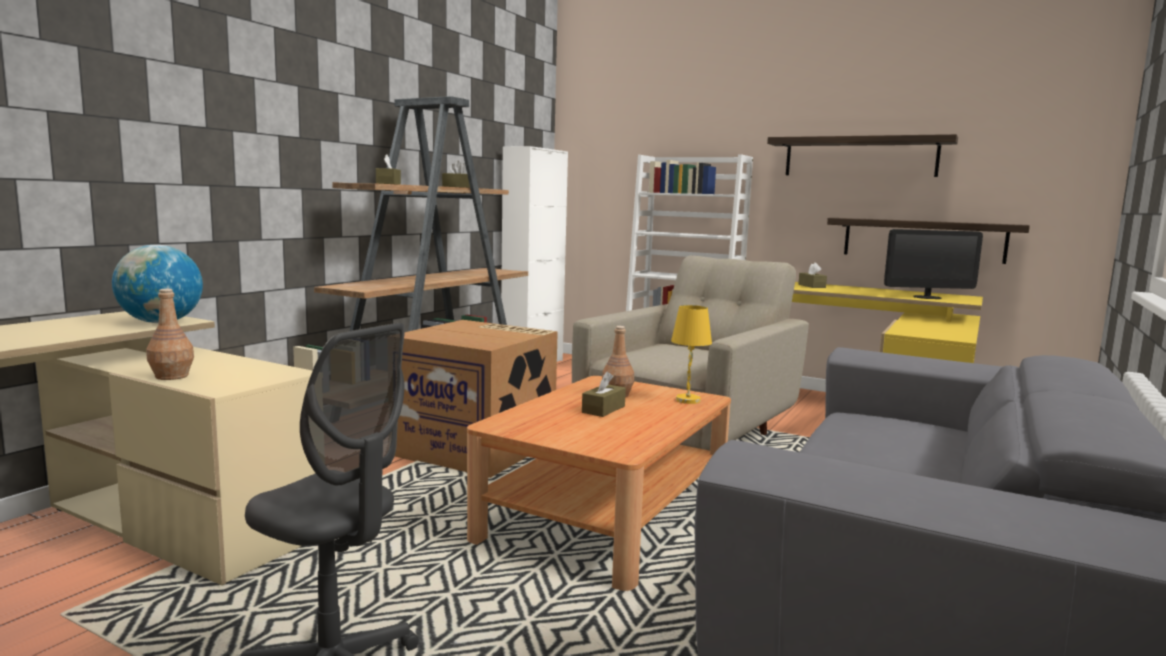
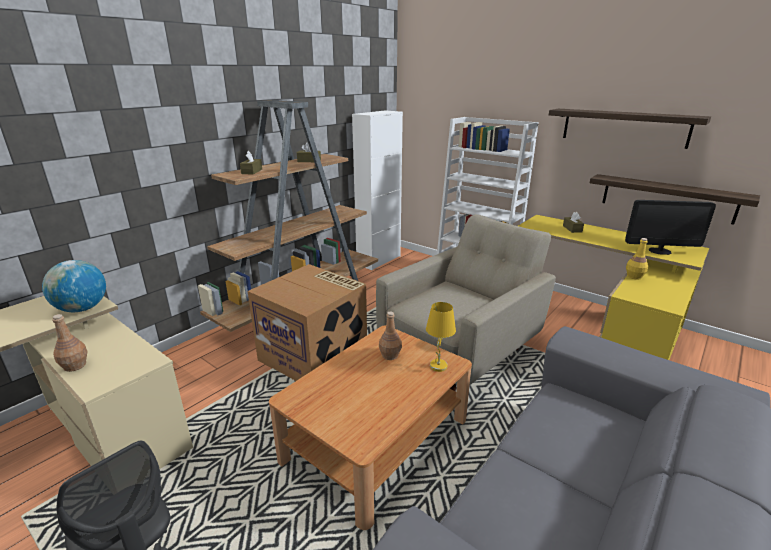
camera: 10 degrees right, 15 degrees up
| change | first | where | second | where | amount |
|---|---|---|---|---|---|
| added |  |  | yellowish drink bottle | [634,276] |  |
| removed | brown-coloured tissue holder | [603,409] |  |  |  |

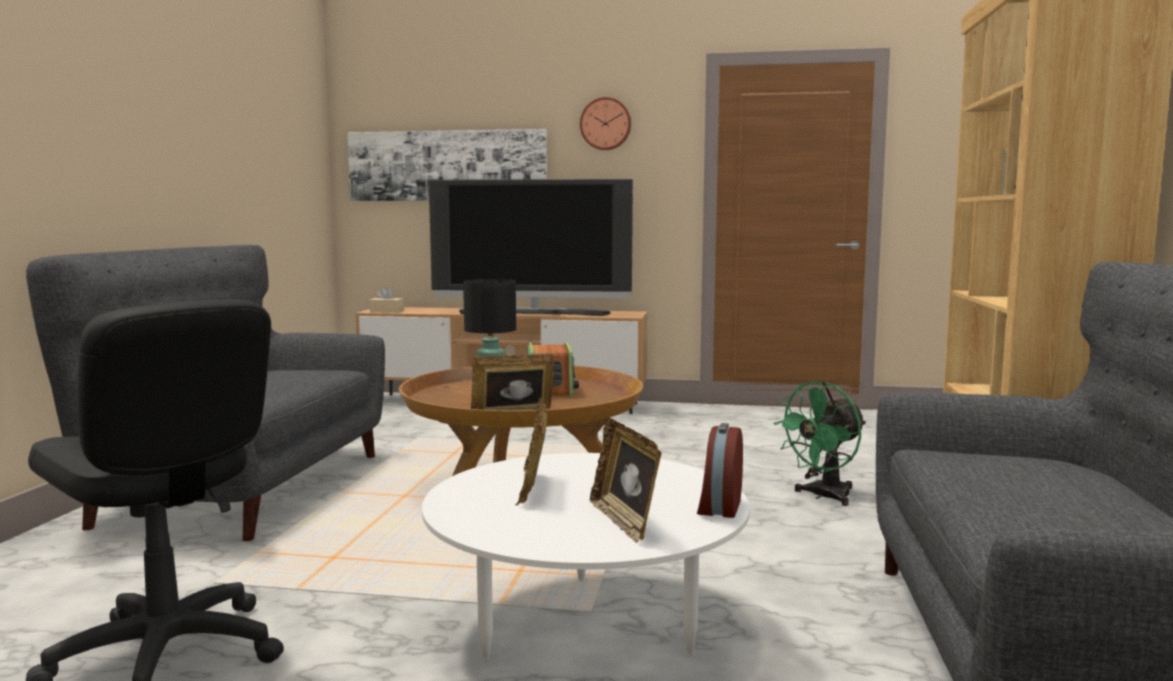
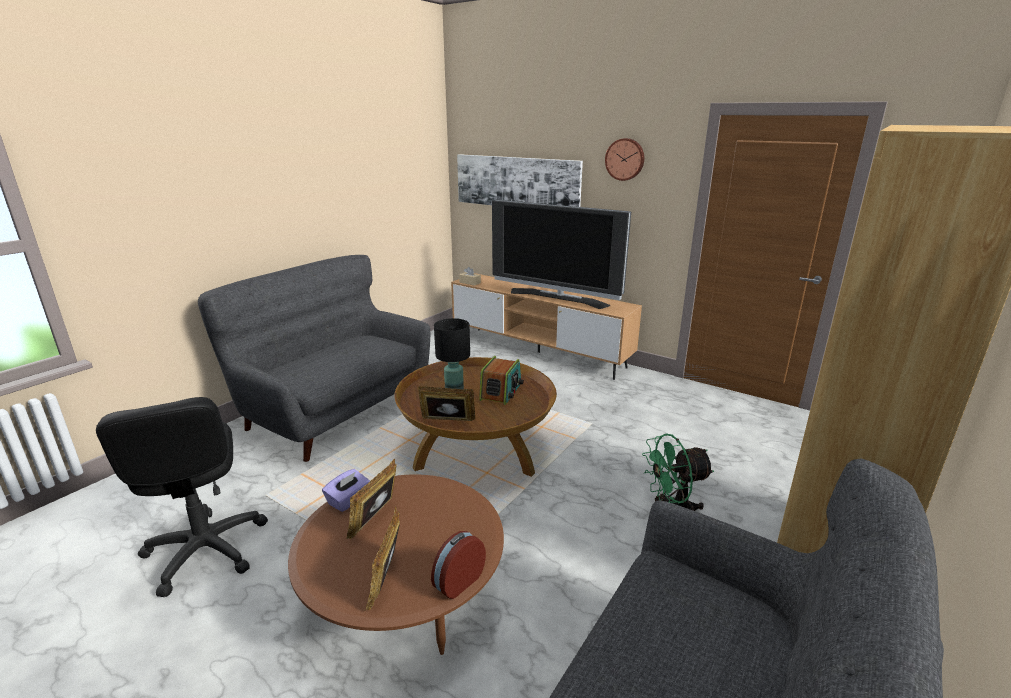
camera: 25 degrees right, 15 degrees up
| change | first | where | second | where | amount |
|---|---|---|---|---|---|
| recoloured | whitish low table | [585,628] | brown-coloured low table | [405,604] |  |
| added |  |  | purplish tissue holder | [348,500] |  |

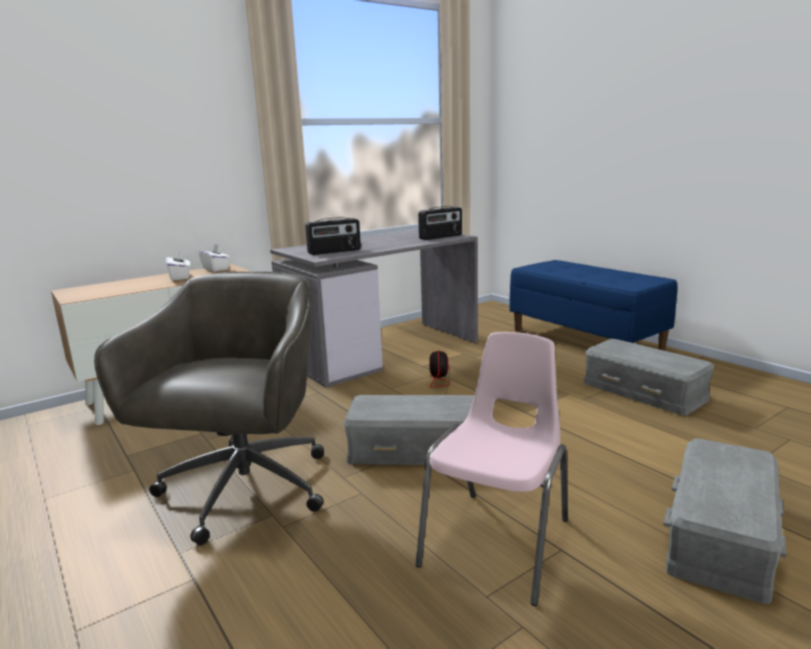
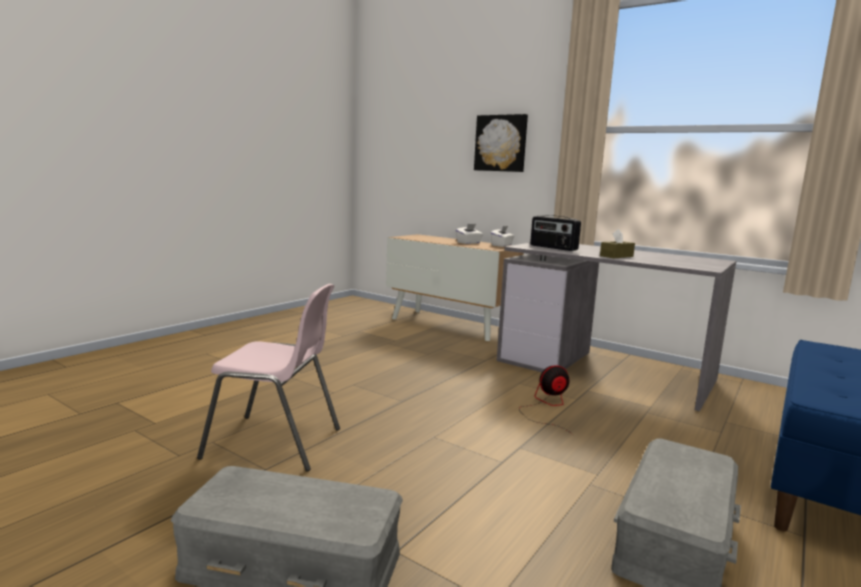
camera: 70 degrees right, 5 degrees down
| change | first | where | second | where | amount |
|---|---|---|---|---|---|
| added |  |  | picture | [501,143] |  |
| added |  |  | brown-coloured tissue holder | [616,256] |  |
| removed | grey computer chair | [243,491] |  |  |  |
| removed | grey storage box | [414,449] |  |  |  |
| removed | radio | [441,237] |  |  |  |

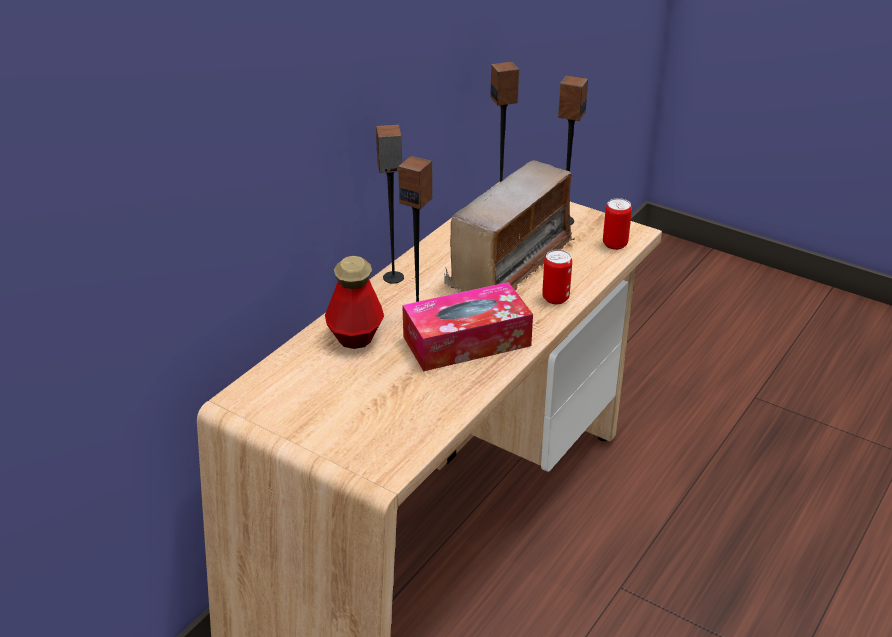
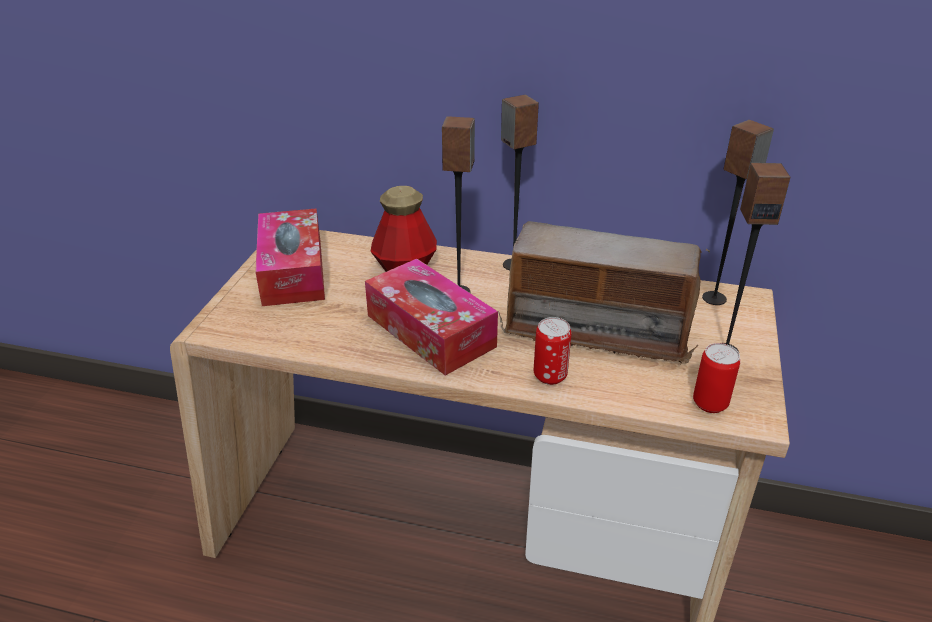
camera: 70 degrees right, 0 degrees up
| change | first | where | second | where | amount |
|---|---|---|---|---|---|
| added |  |  | tissue holder | [292,271] |  |

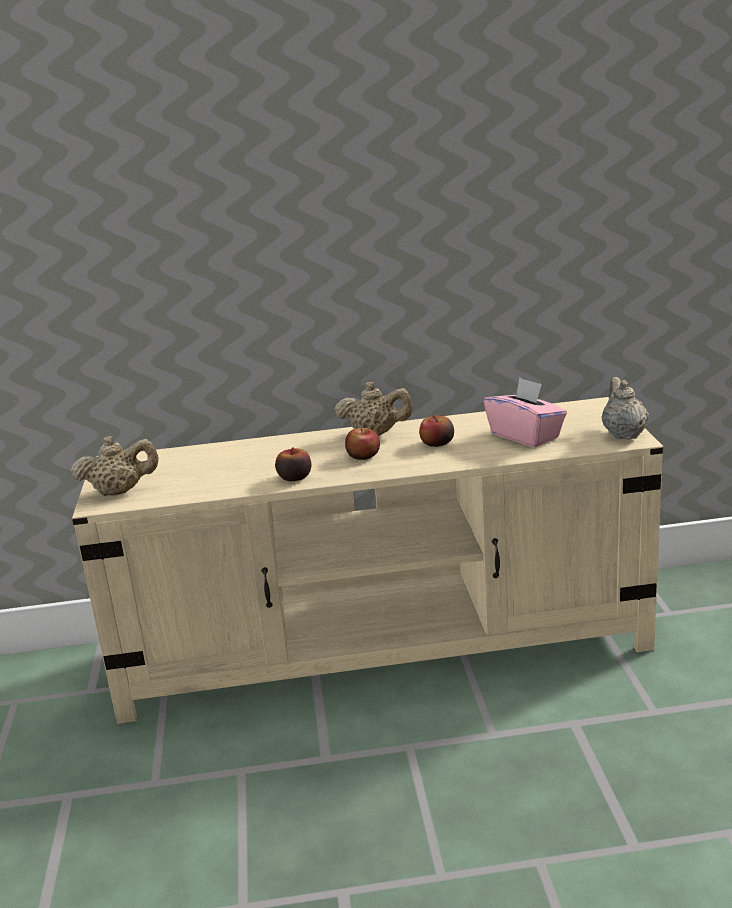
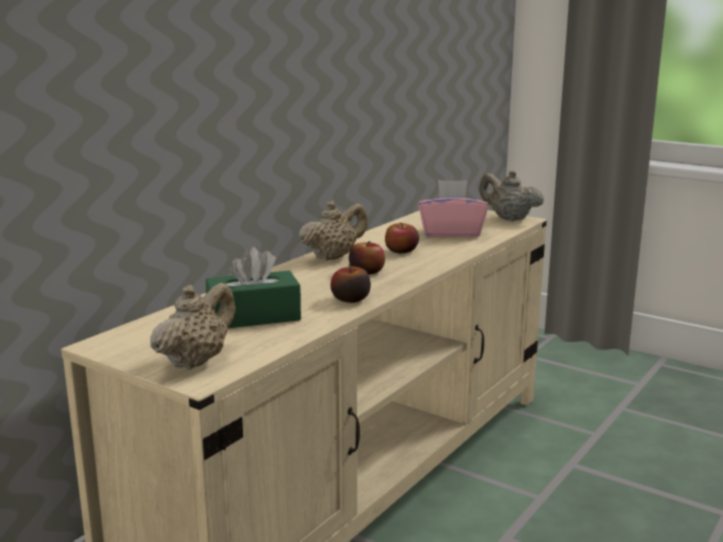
camera: 50 degrees left, 5 degrees down
| change | first | where | second | where | amount |
|---|---|---|---|---|---|
| added |  |  | greenish tissue holder | [253,317] |  |

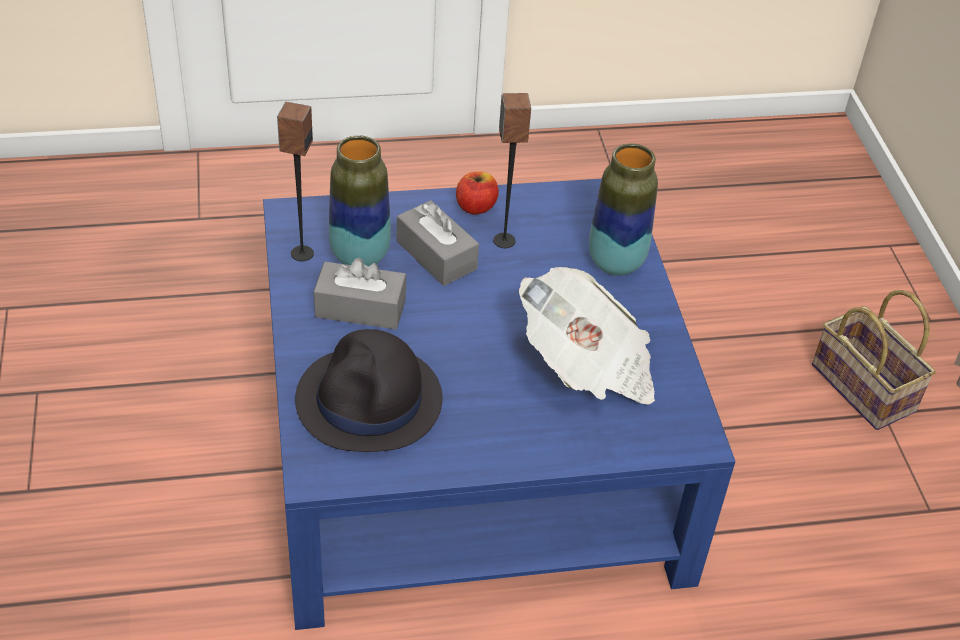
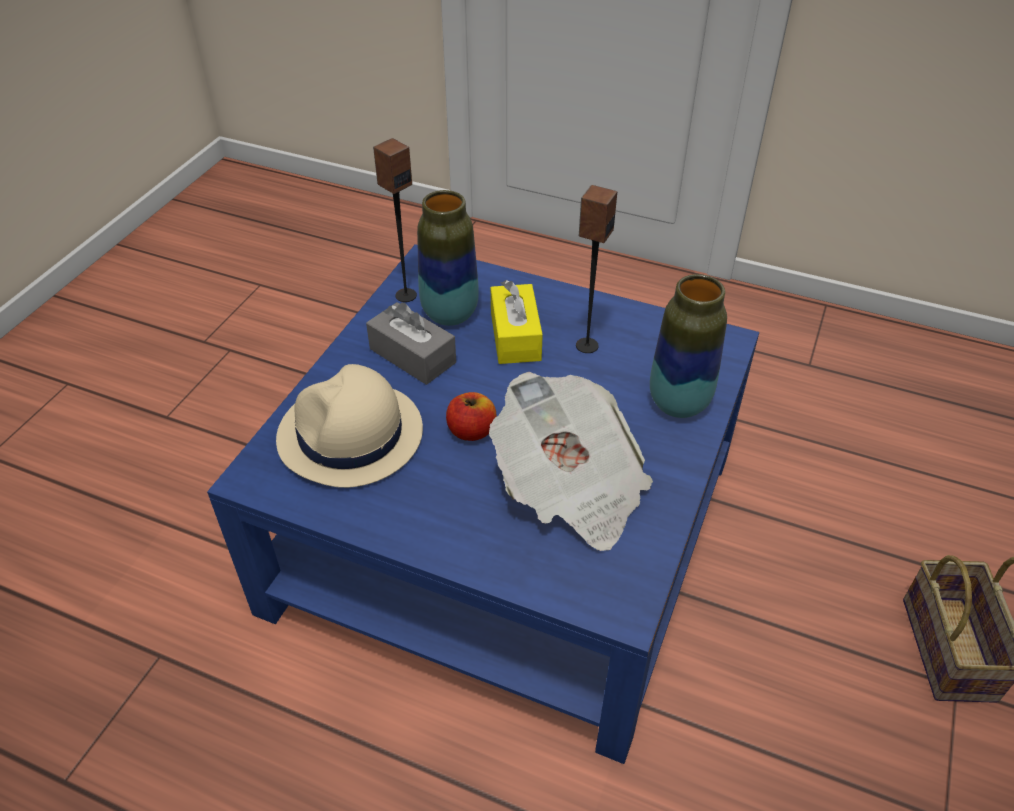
camera: 35 degrees right, 0 degrees up
| change | first | where | second | where | amount |
|---|---|---|---|---|---|
| recoloured | blackish hat | [369,401] | beige-coloured hat | [350,436] |  |
| moved | apple | [475,207] |  | [471,431] |  |
| recoloured | grey tissue holder | [436,255] | yellowish tissue holder | [515,336] |  |

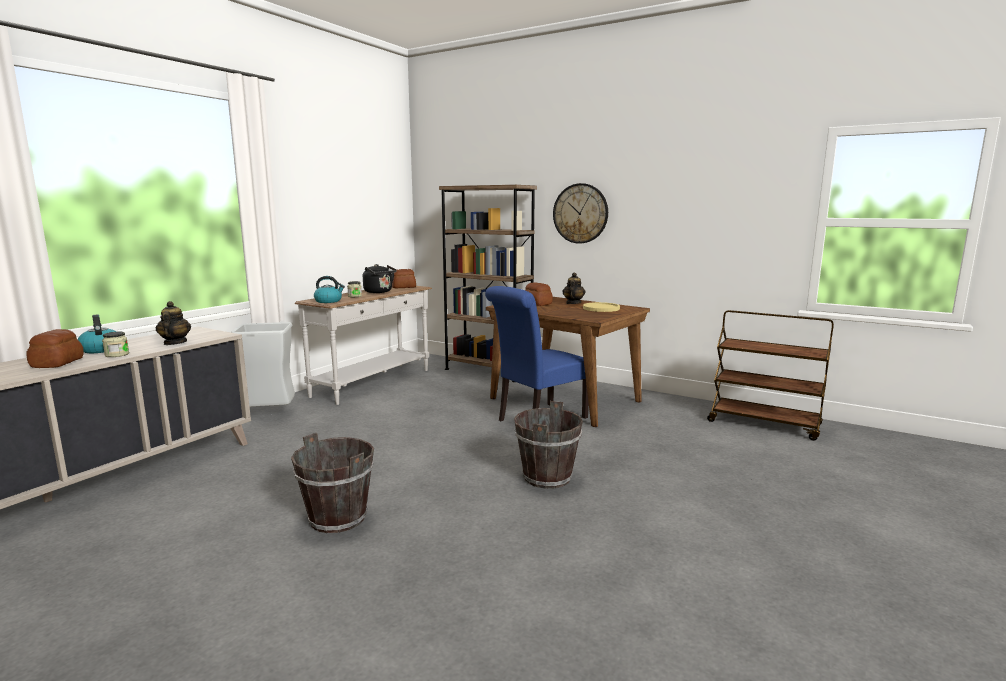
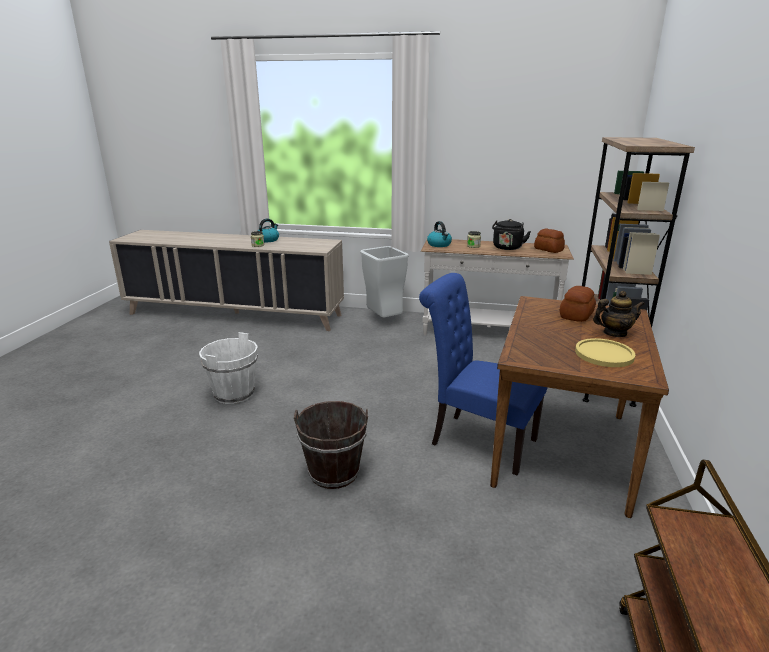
camera: 70 degrees right, 10 degrees up
| change | first | where | second | where | amount |
|---|---|---|---|---|---|
| recoloured | brown-coloured bucket | [338,518] | whitish bucket | [234,394] |  |
| removed | baked bread | [58,363] |  |  |  |
| removed | teapot | [175,343] |  |  |  |
| removed | hanging clock | [580,213] |  |  |  |

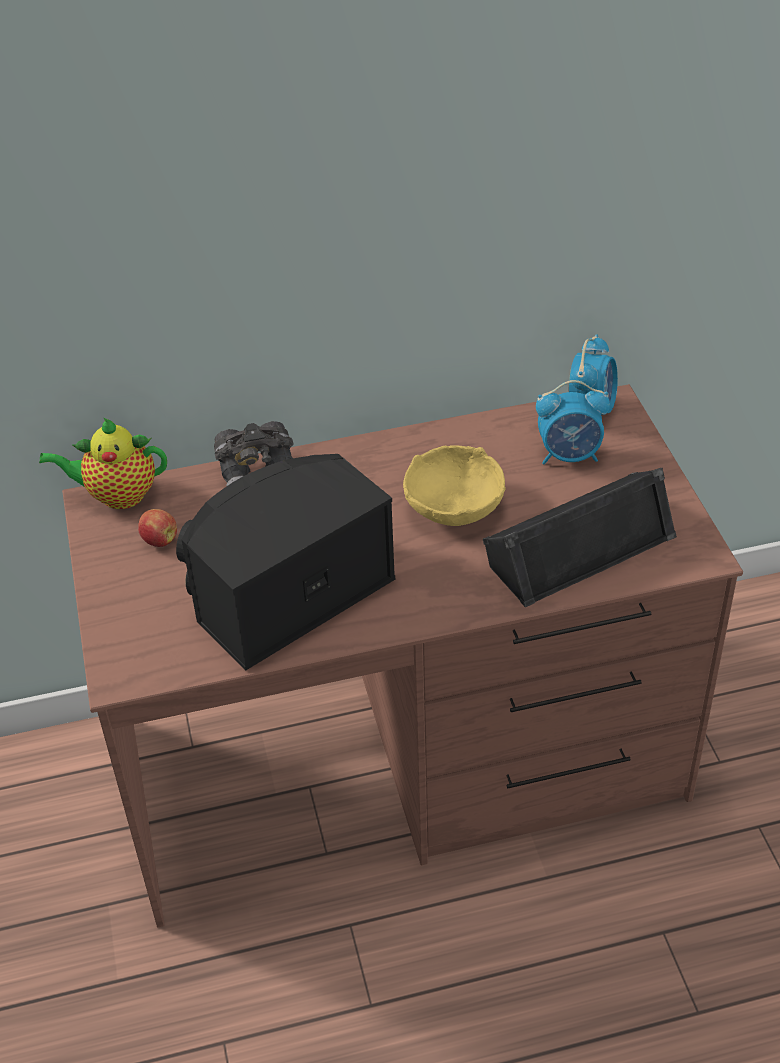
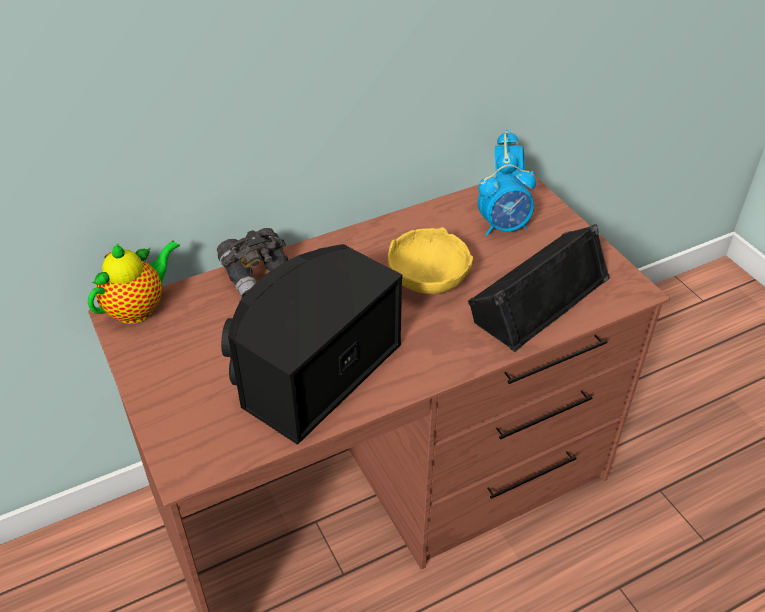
camera: 15 degrees left, 0 degrees up
| change | first | where | second | where | amount |
|---|---|---|---|---|---|
| turned | teapot | [117,495] |  | [139,308] | 150 degrees clockwise |
| removed | apple | [159,540] |  |  |  |

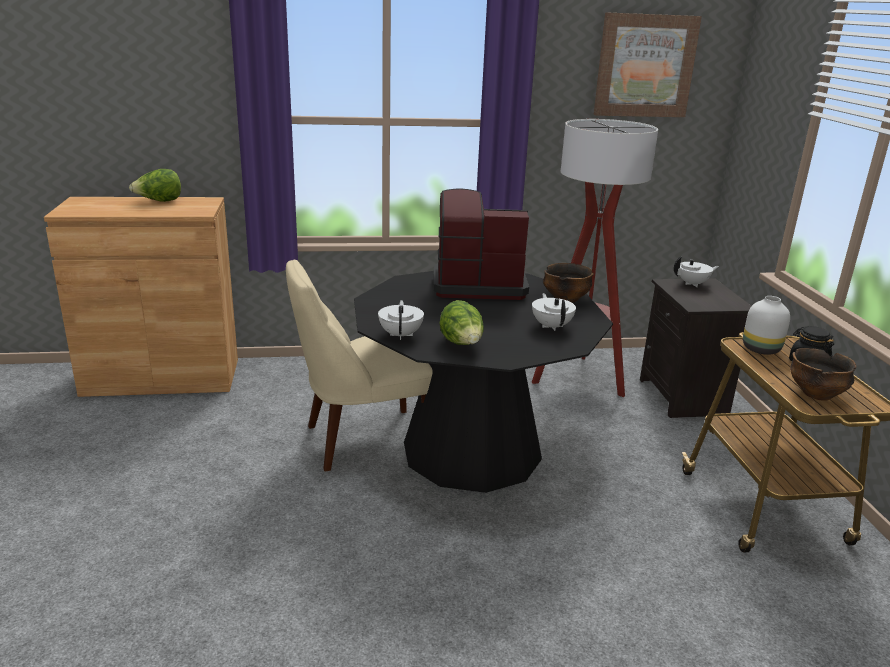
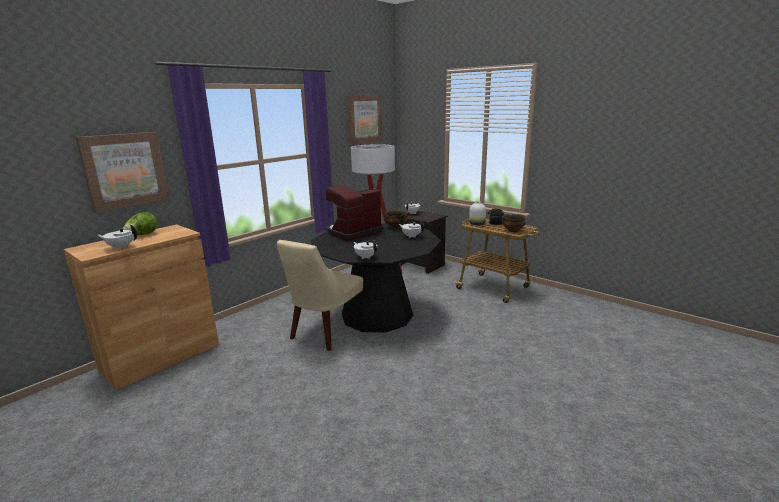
camera: 40 degrees left, 5 degrees down
| change | first | where | second | where | amount |
|---|---|---|---|---|---|
| added |  |  | picture | [125,170] |  |
| added |  |  | whitish teapot | [120,247] |  |
| removed | lettuce head | [462,344] |  |  |  |

